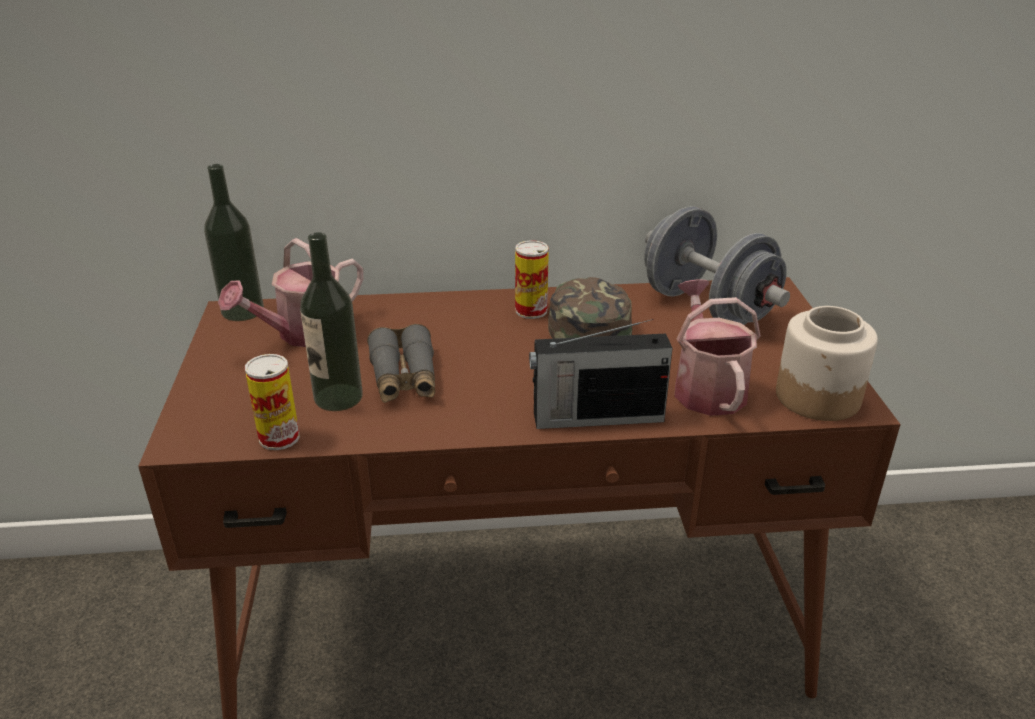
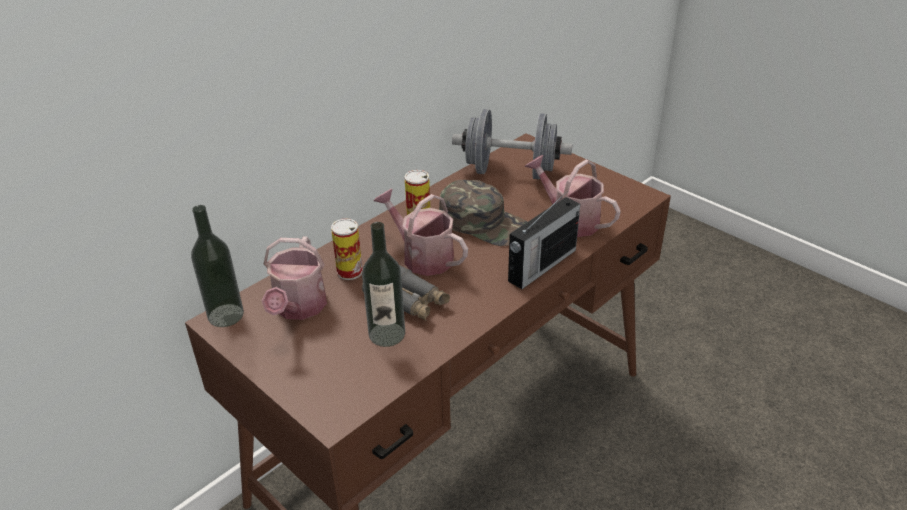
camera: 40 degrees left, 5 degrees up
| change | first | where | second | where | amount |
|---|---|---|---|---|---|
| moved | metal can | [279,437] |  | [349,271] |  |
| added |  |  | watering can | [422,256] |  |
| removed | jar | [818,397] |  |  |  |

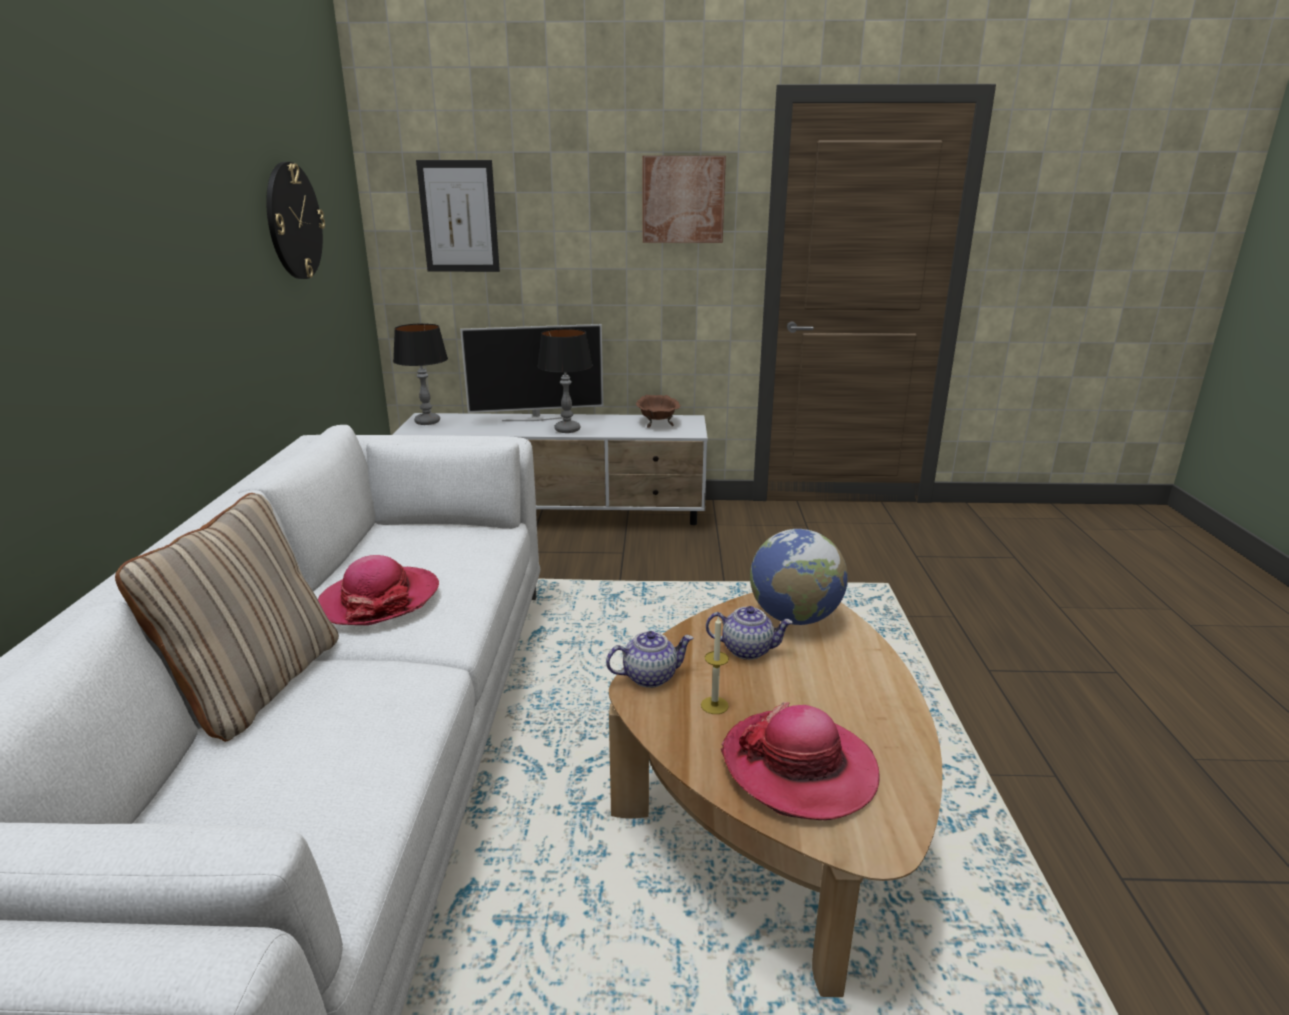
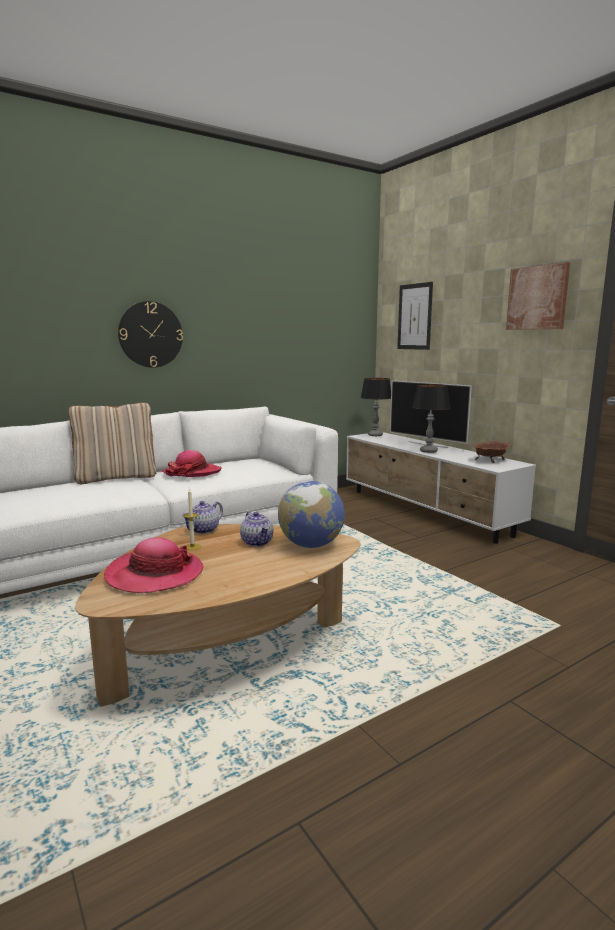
camera: 55 degrees right, 10 degrees down
| change | first | where | second | where | amount |
|---|---|---|---|---|---|
| moved | hanging clock | [293,221] |  | [150,334] |  |
| turned | teapot | [650,676] |  | [203,530] | 90 degrees clockwise |

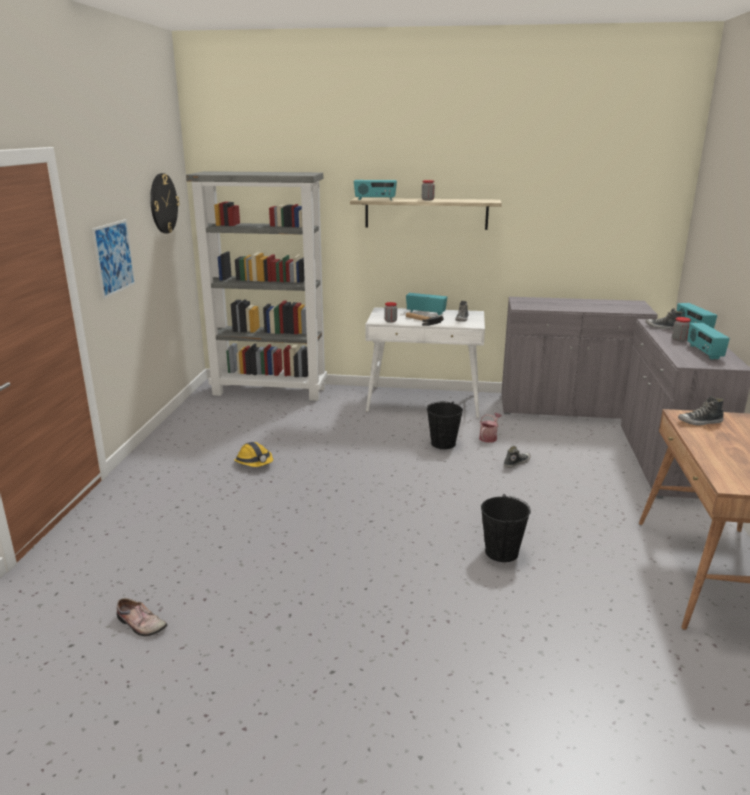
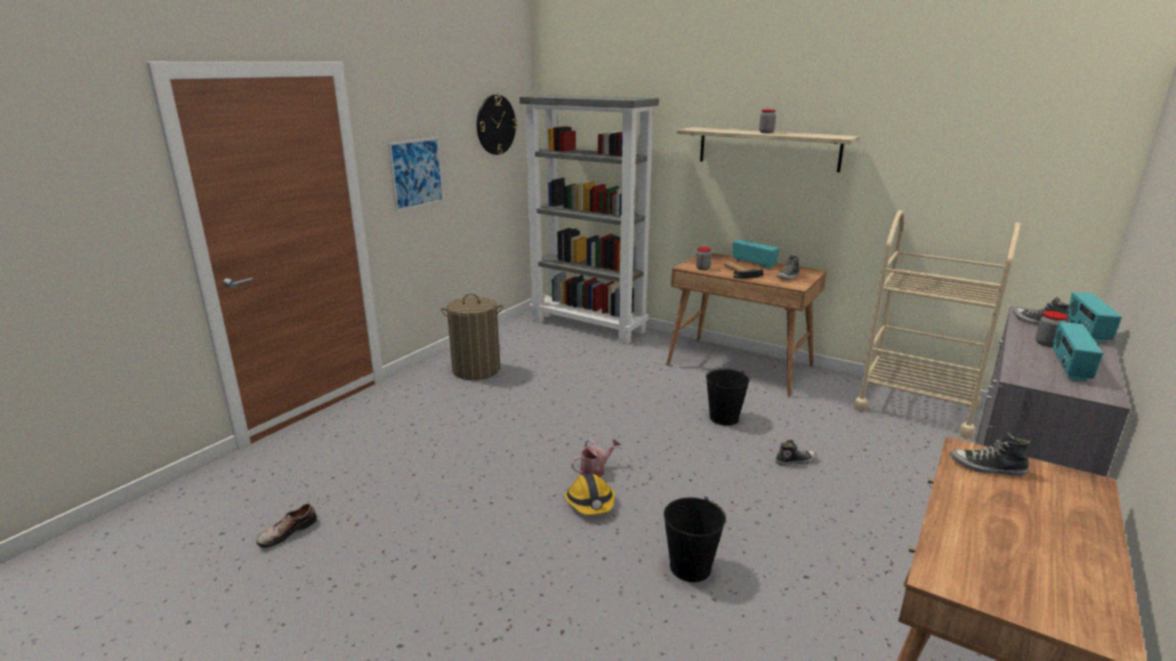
camera: 25 degrees right, 0 degrees up
| change | first | where | second | where | amount |
|---|---|---|---|---|---|
| turned | low shoe | [140,624] |  | [286,532] | 75 degrees clockwise |
| added |  |  | laundry basket | [476,370] |  |
| moved | safety helmet | [254,463] |  | [590,503] |  |
| moved | watering can | [489,437] |  | [595,470] |  |
| recoloured | whitish desk unit | [424,401] | brown-coloured desk unit | [740,366] |  |
| replaced | grey cupboard | [567,408] | beige-coloured trolley | [916,407] |  |
| removed | radio | [375,199] |  |  |  |

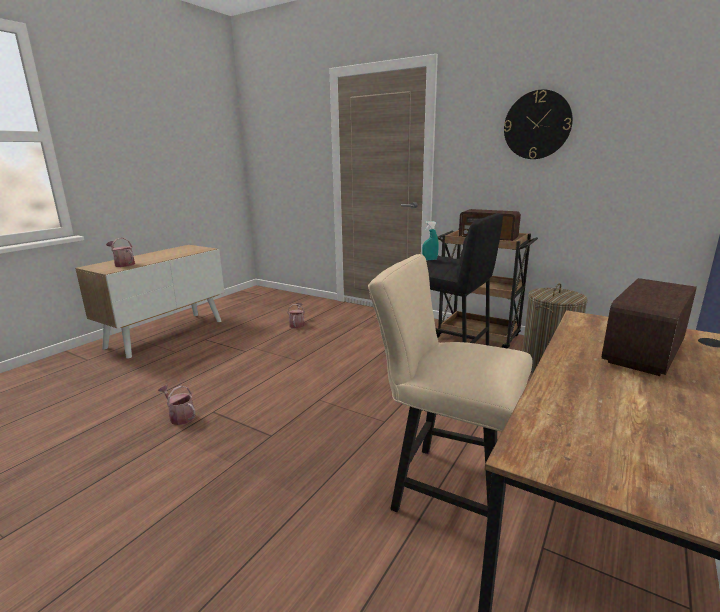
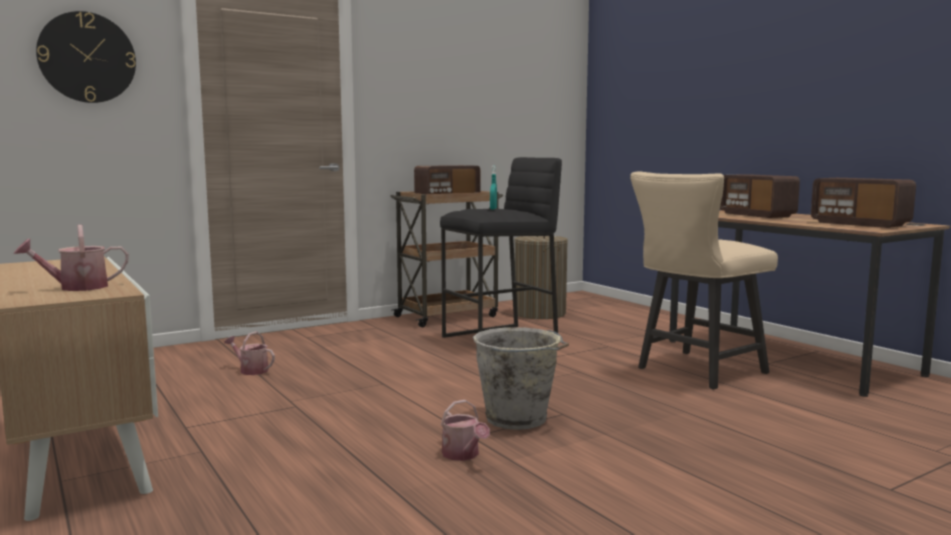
camera: 65 degrees left, 10 degrees down
| change | first | where | second | where | amount |
|---|---|---|---|---|---|
| moved | hanging clock | [537,125] |  | [87,57] |  |
| turned | watering can | [180,416] |  | [463,455] | 90 degrees counterclockwise |
| added |  |  | grey bucket | [518,419] |  |
| added |  |  | radio | [859,224] |  |

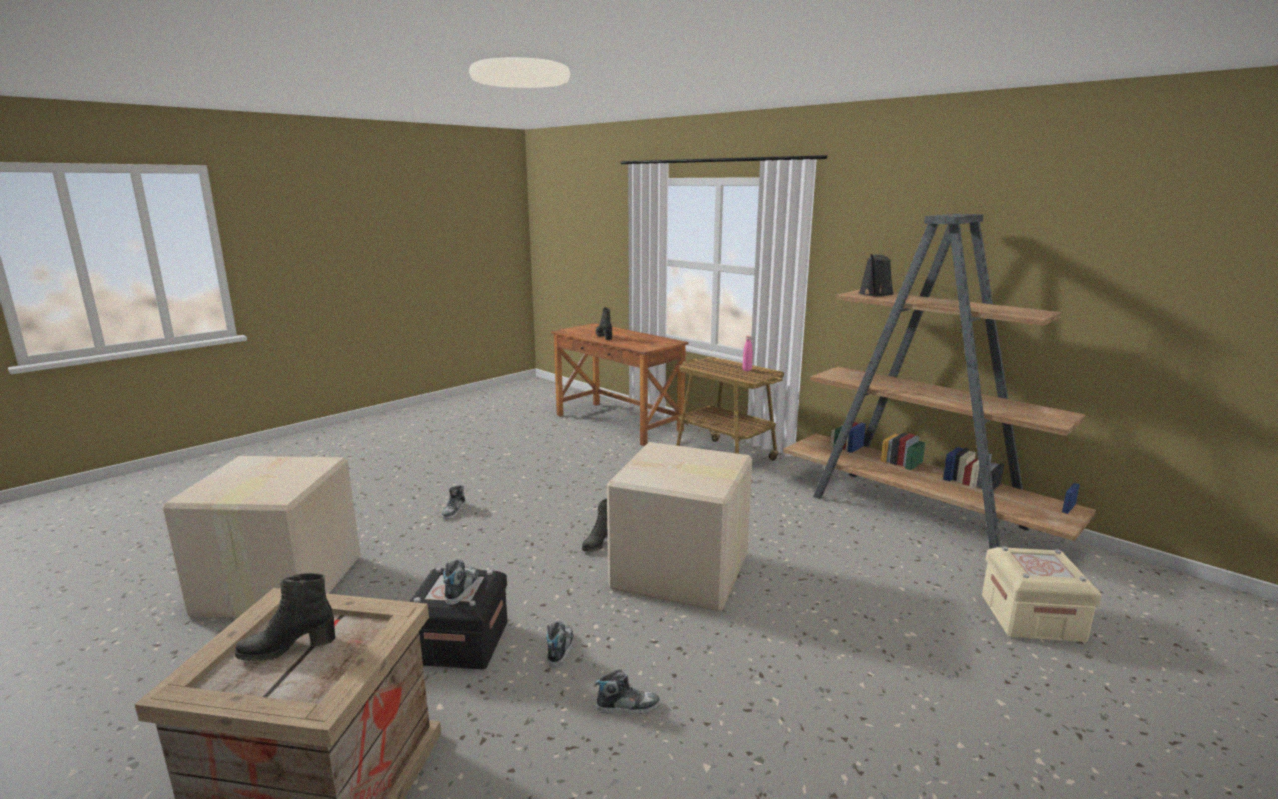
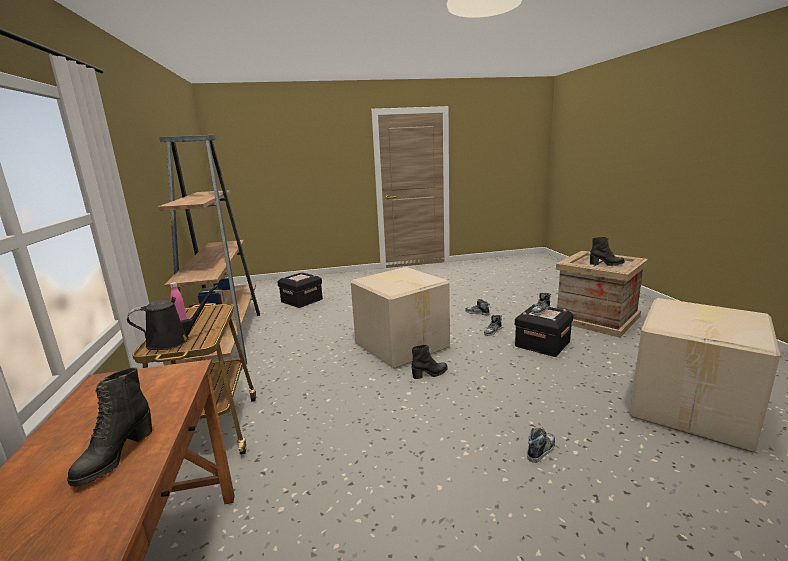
camera: 145 degrees left, 0 degrees up
| change | first | where | second | where | amount |
|---|---|---|---|---|---|
| moved | blackish watering can | [875,294] |  | [173,341] |  |
| recoloured | beige-coloured storage box | [1031,618] | blackish storage box | [302,301] |  |

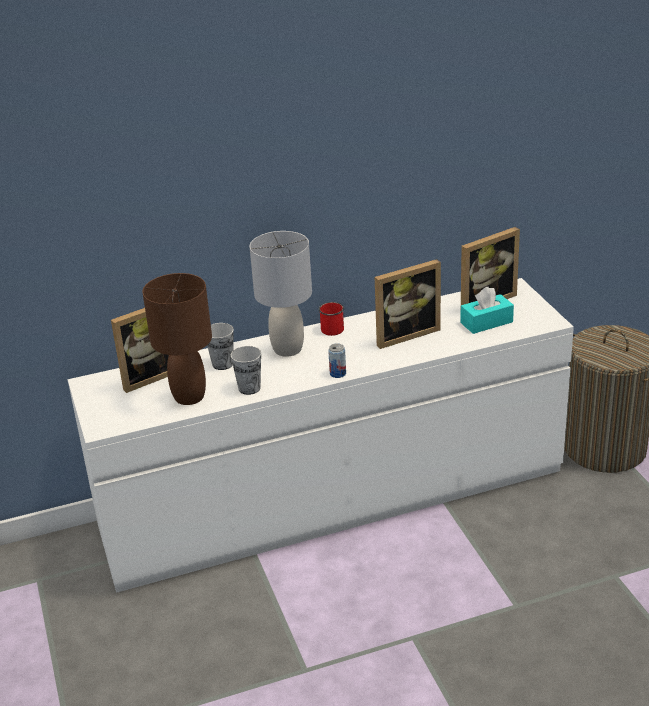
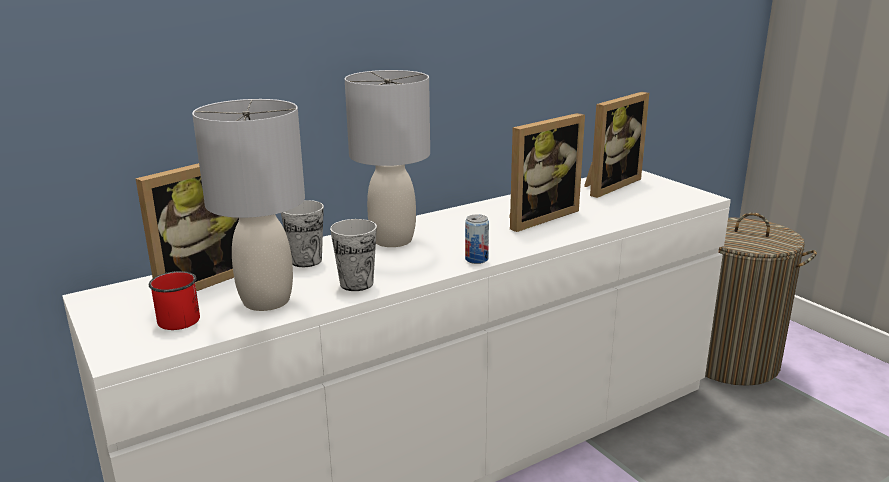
camera: 15 degrees left, 10 degrees down
| change | first | where | second | where | amount |
|---|---|---|---|---|---|
| moved | red-coloured mug | [331,328] |  | [177,318] |  |
| recoloured | brown-coloured table lamp | [189,396] | grey table lamp | [266,300] |  |
| removed | turquoise-coloured tissue holder | [486,322] |  |  |  |

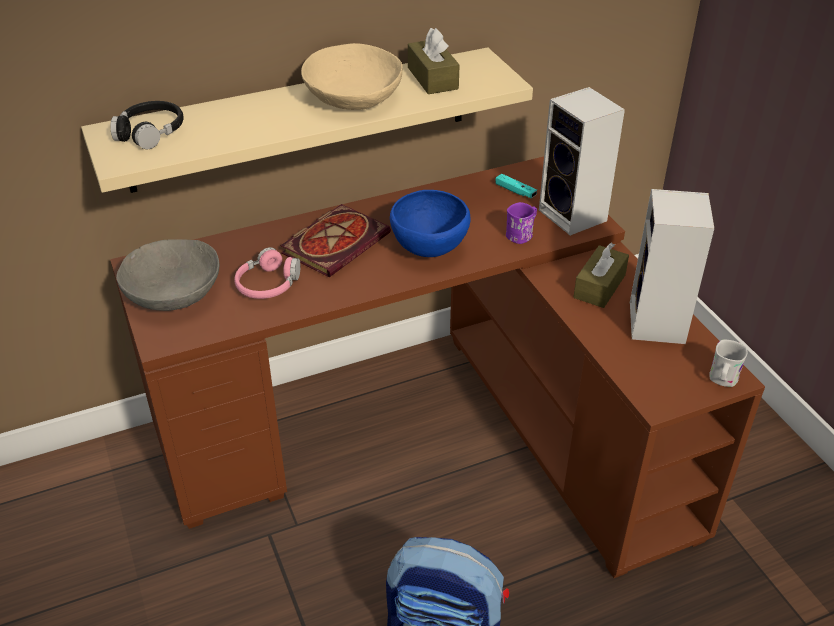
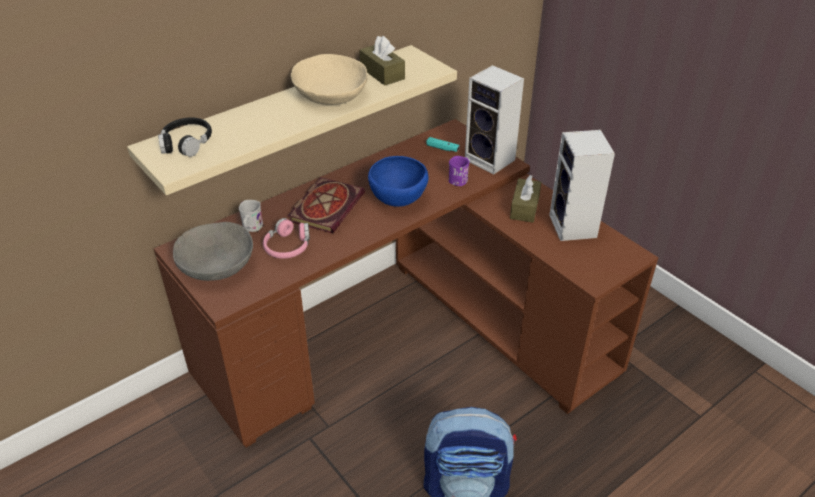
camera: 15 degrees left, 0 degrees up
| change | first | where | second | where | amount |
|---|---|---|---|---|---|
| moved | whitish mug | [722,380] |  | [251,228] |  |

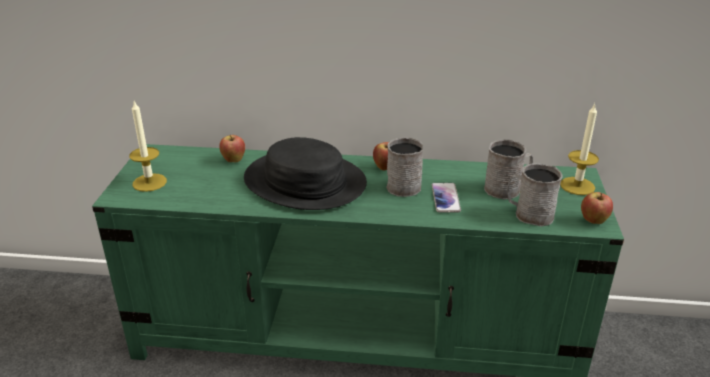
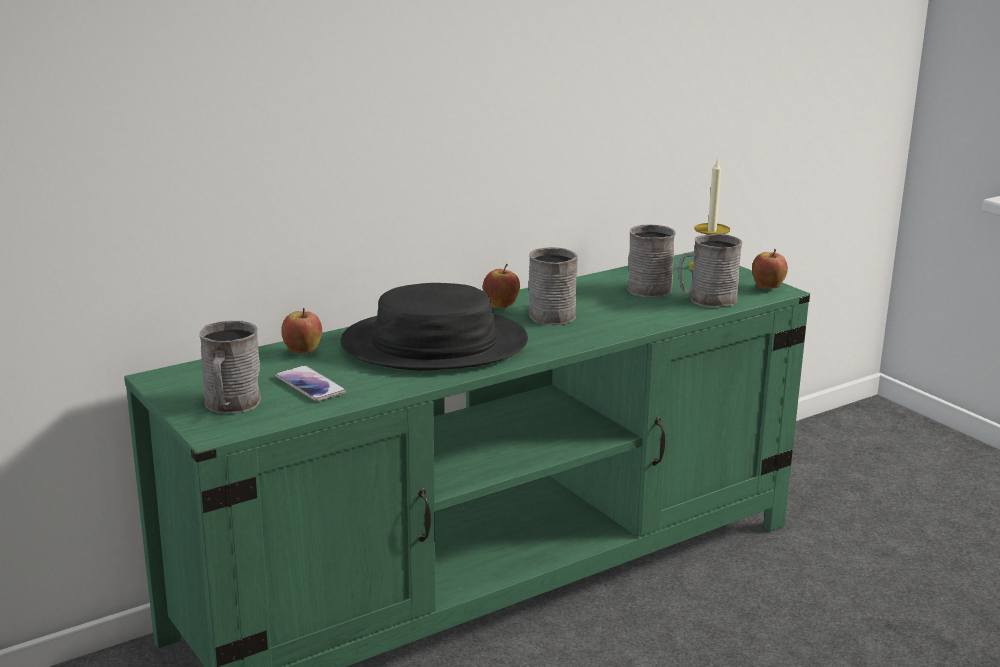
camera: 40 degrees left, 10 degrees down
| change | first | where | second | where | amount |
|---|---|---|---|---|---|
| replaced | wax light | [149,182] | grey mug | [231,405] |  |
| moved | telephone | [445,198] |  | [310,385] |  |

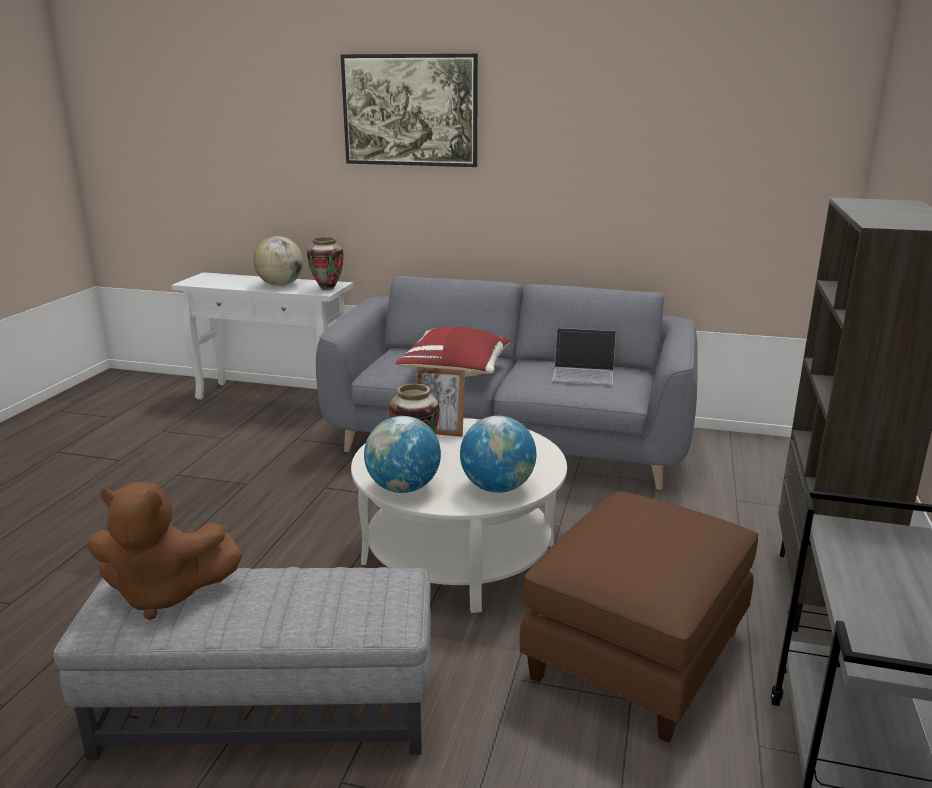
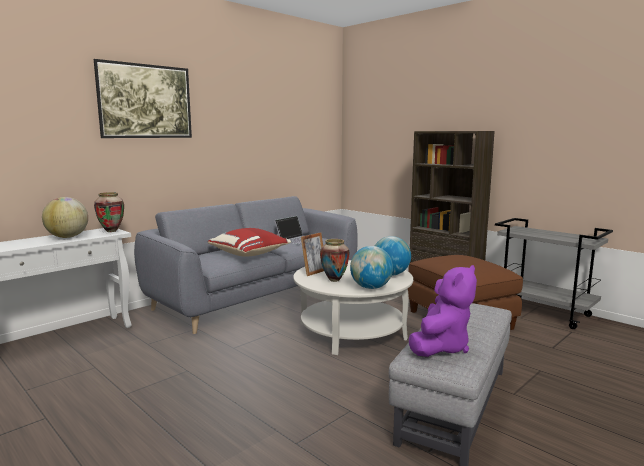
camera: 60 degrees left, 10 degrees down
| change | first | where | second | where | amount |
|---|---|---|---|---|---|
| recoloured | brown-coloured plush toy | [165,594] | purplish plush toy | [440,347] |  |

